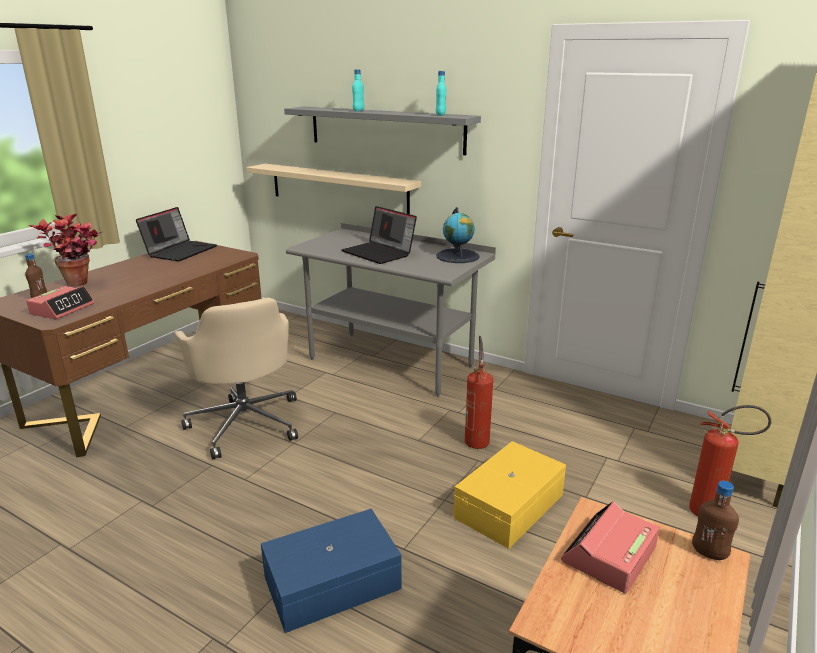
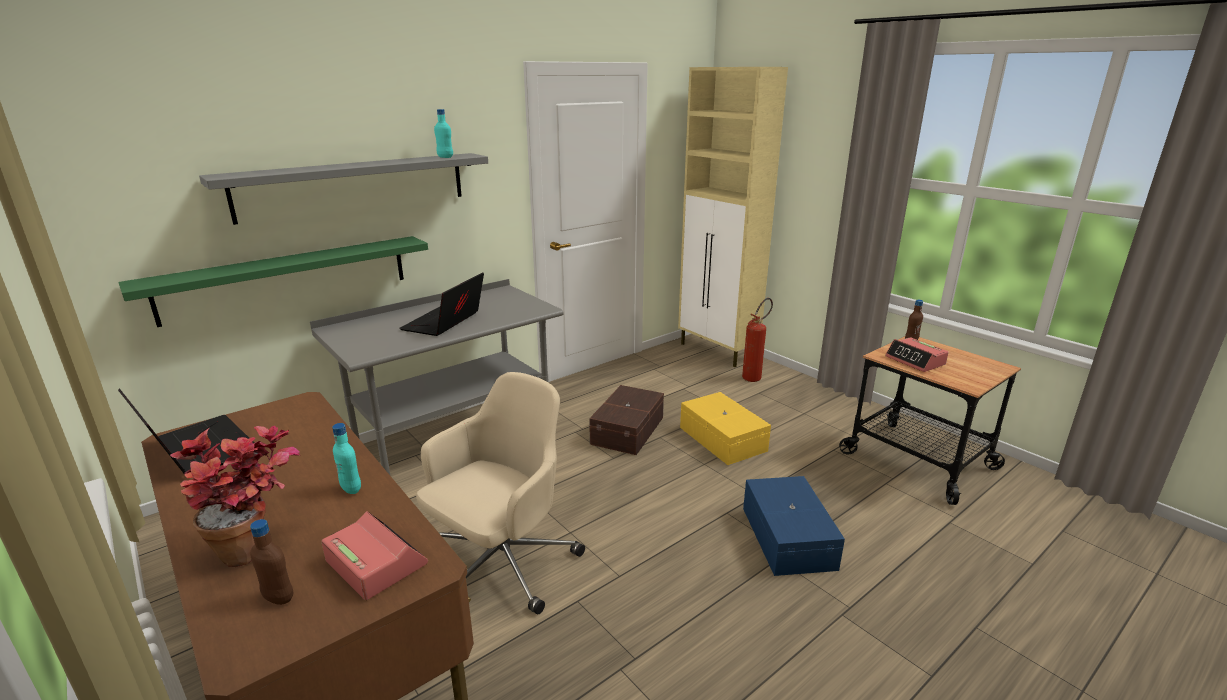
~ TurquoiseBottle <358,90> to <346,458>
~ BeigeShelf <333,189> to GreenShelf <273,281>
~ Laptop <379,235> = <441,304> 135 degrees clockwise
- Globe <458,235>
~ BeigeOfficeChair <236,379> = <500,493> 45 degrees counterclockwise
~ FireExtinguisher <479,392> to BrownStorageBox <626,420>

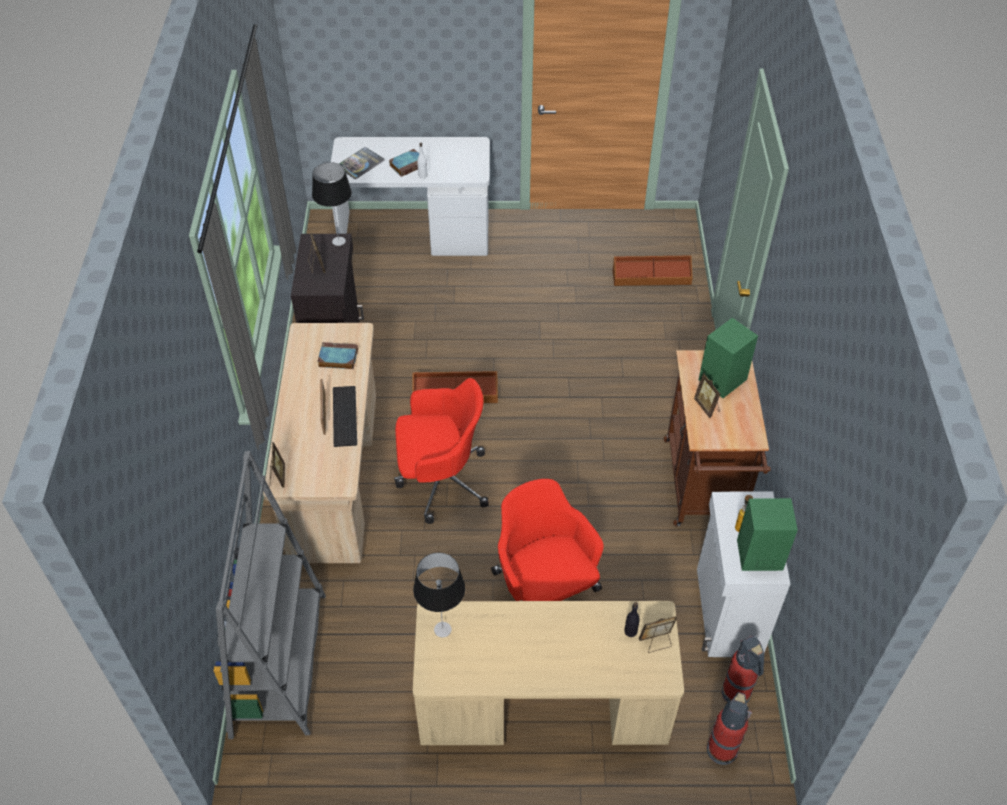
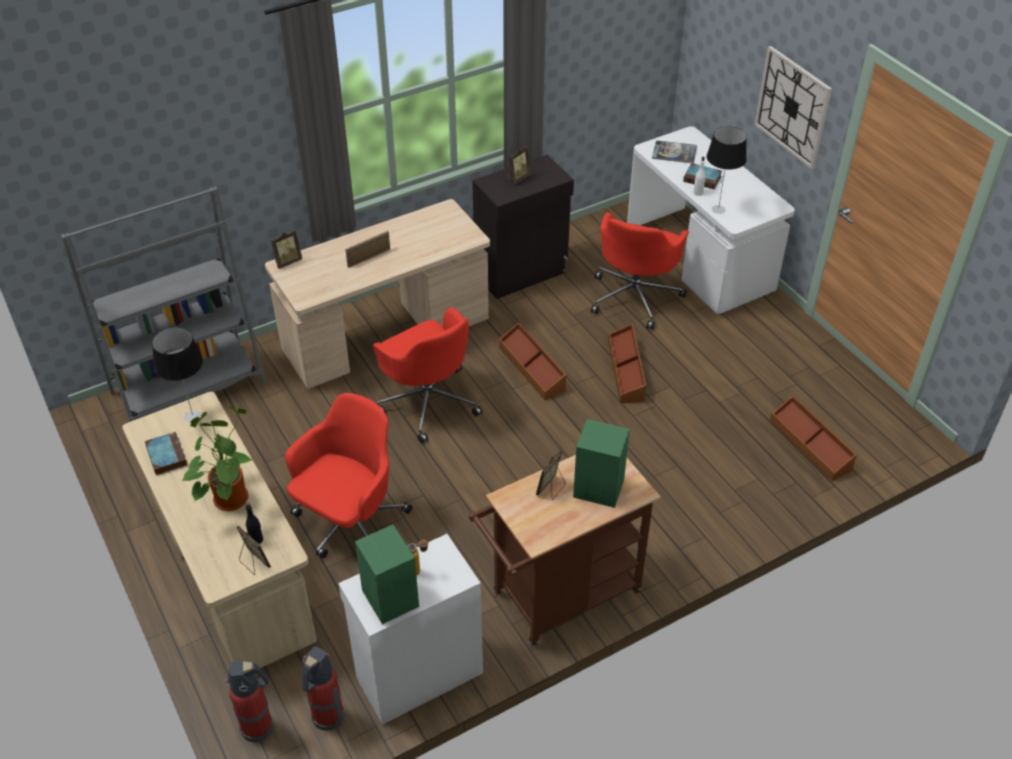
~ TableLamp <332,204> to <727,170>
~ Book <337,355> to <166,453>
- Keyboard <345,416>
+ WallClock <793,107>
+ RedOfficeChair <640,271>
+ BrownStorageBox <627,363>
+ PottedPlant <217,458>

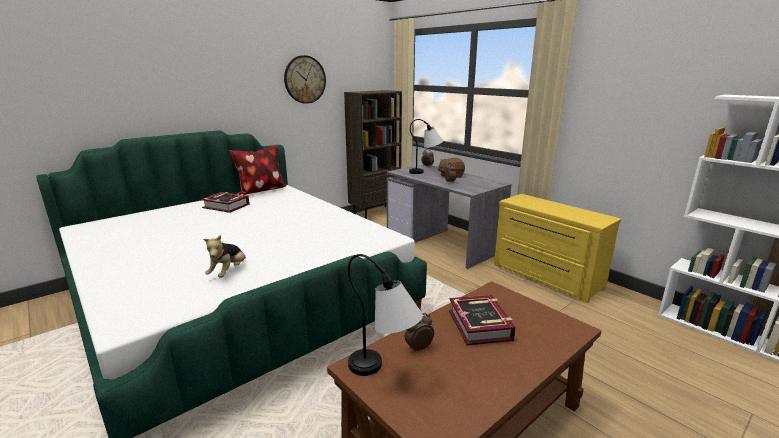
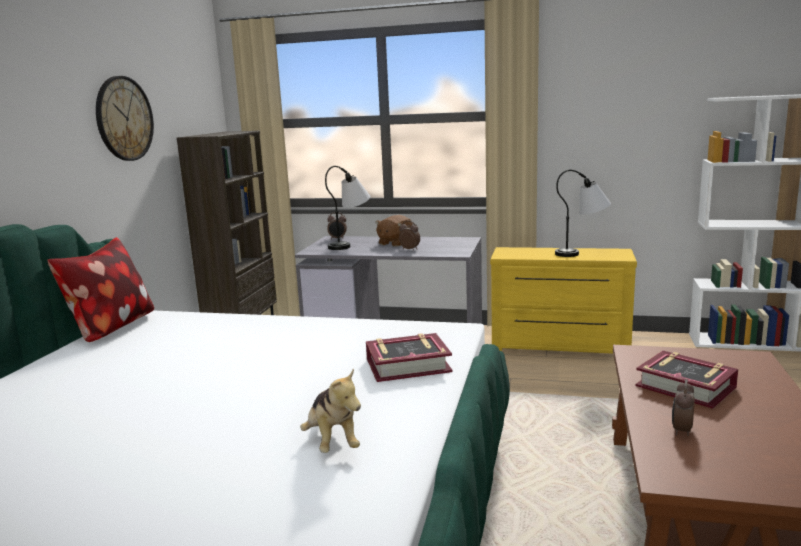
~ Book <225,202> to <409,357>
~ TableLamp <385,315> to <583,213>

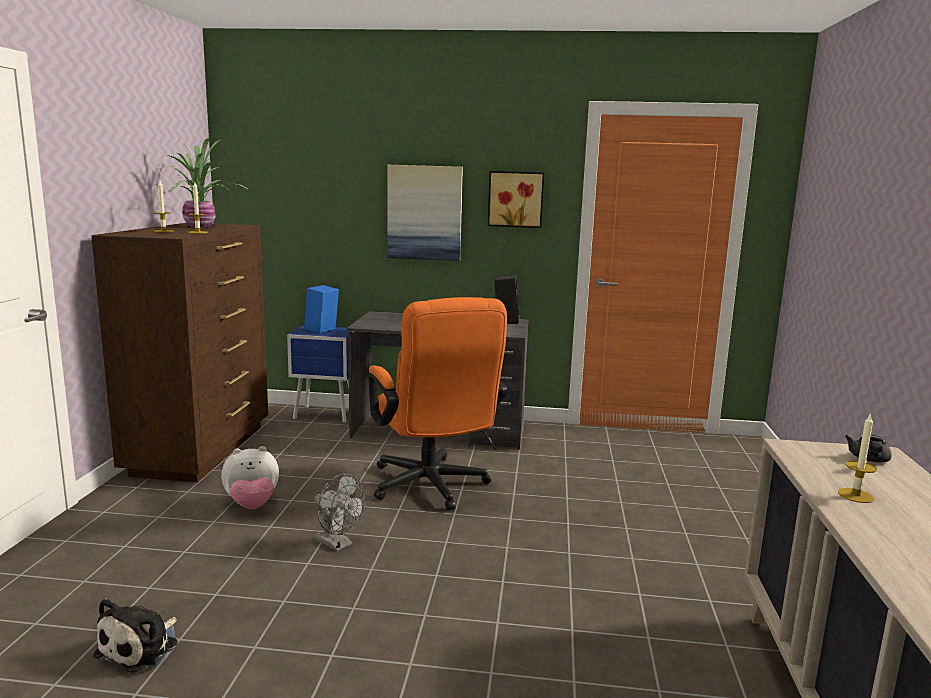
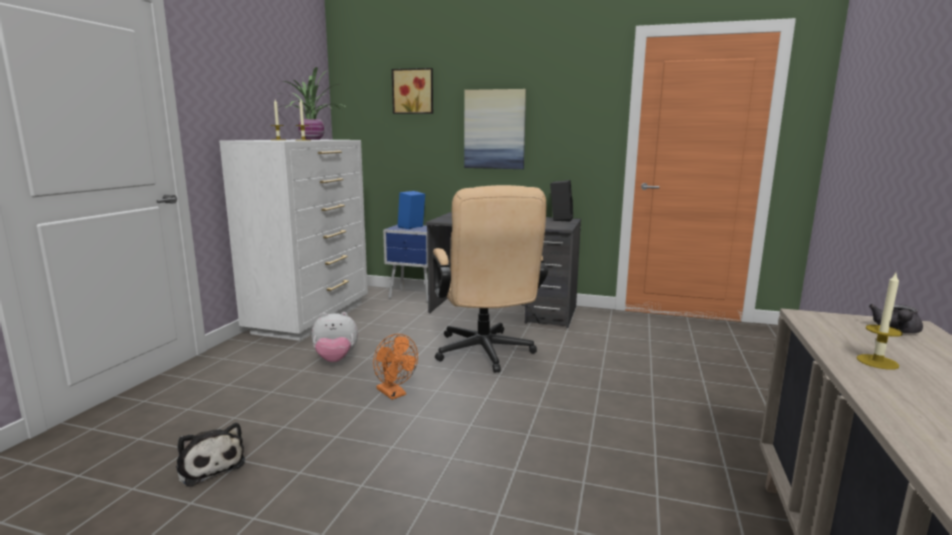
~ Picture <516,199> to <412,91>
~ BrownDresser <179,352> to WhiteDresser <293,240>
~ OrangeOfficeChair <437,404> to BeigeOfficeChair <490,279>
~ GreyFan <339,512> to OrangeFan <395,367>
~ PlushToy <135,635> = <210,455> 75 degrees counterclockwise

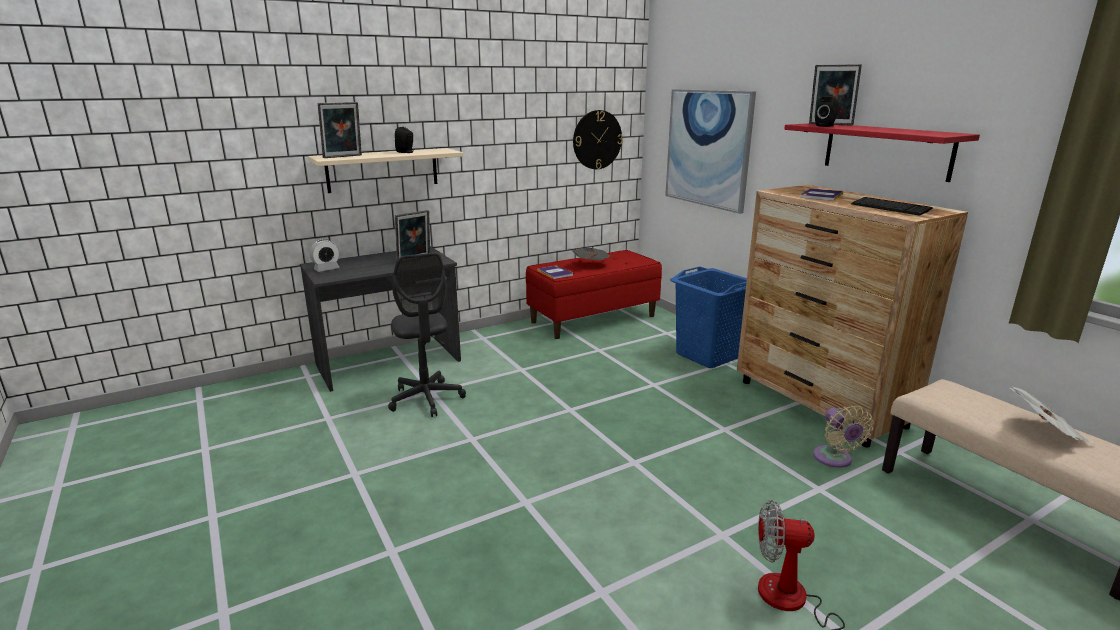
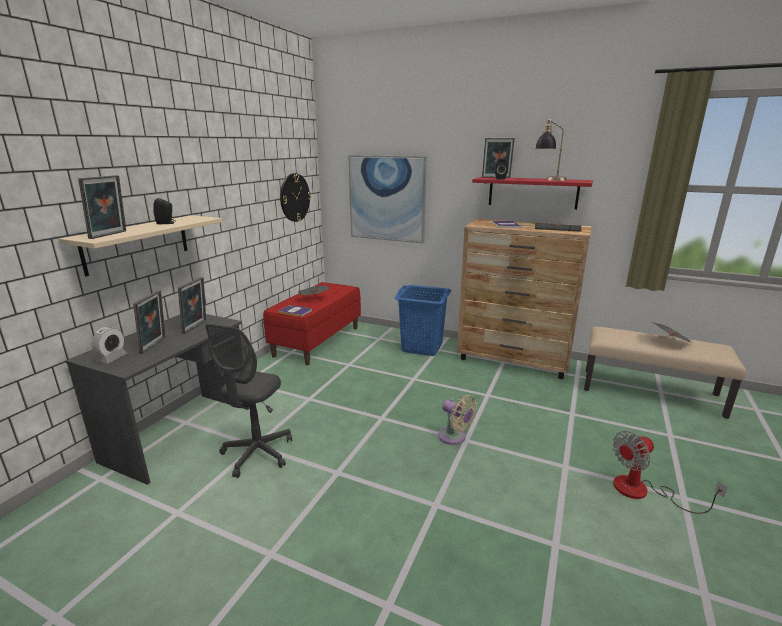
~ GreyOfficeChair <427,335> = <248,401> 75 degrees clockwise
~ BeigeFan <843,436> to <457,420>
+ TableLamp <551,149>
+ PictureFrame <149,322>

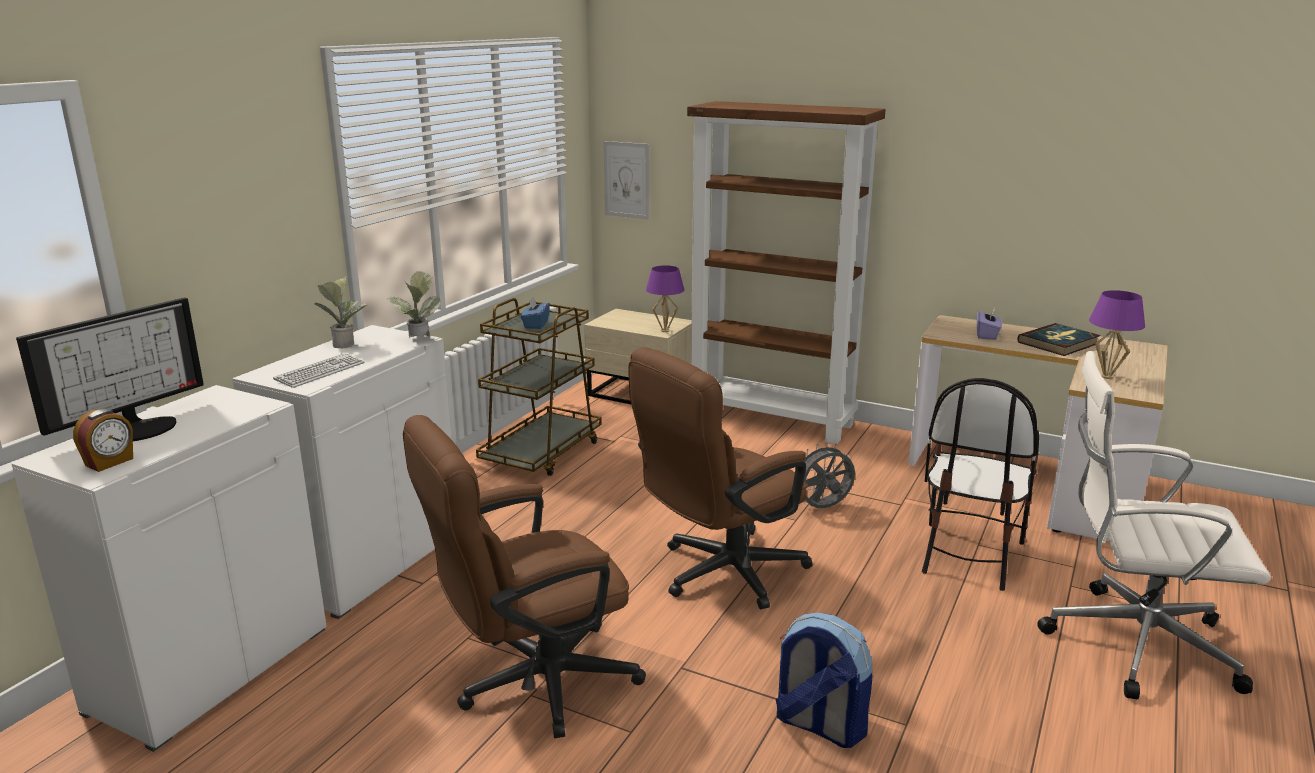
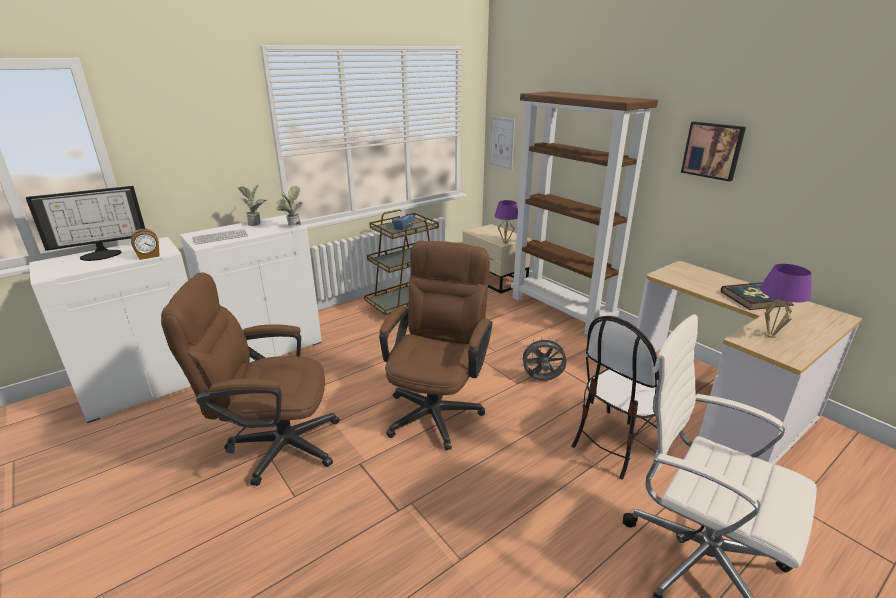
- PurpleTissueBox <989,324>
~ BrownOfficeChair <720,478> = <436,345> 120 degrees clockwise
~ AlarmClock <103,440> to <145,244>
- Backpack <824,680>
+ Picture <713,151>

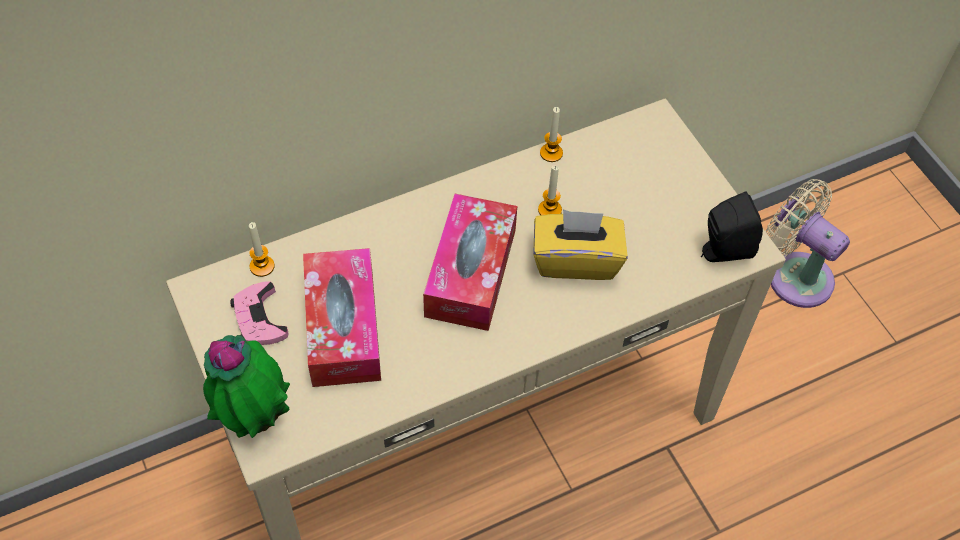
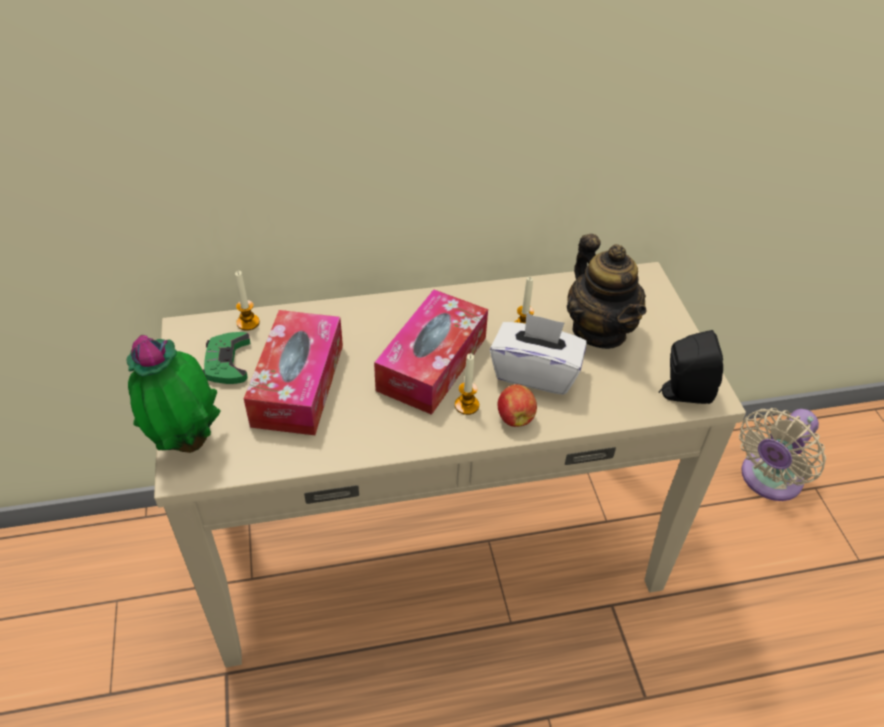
~ Candle <551,134> to <467,384>
~ BeigeFan <807,243> = <782,454> 105 degrees counterclockwise
~ YellowTissueBox <580,244> to WhiteTissueBox <538,354>
~ PinkGameController <259,313> to GreenGameController <227,358>
+ Teapot <606,291>
+ Apple <517,405>

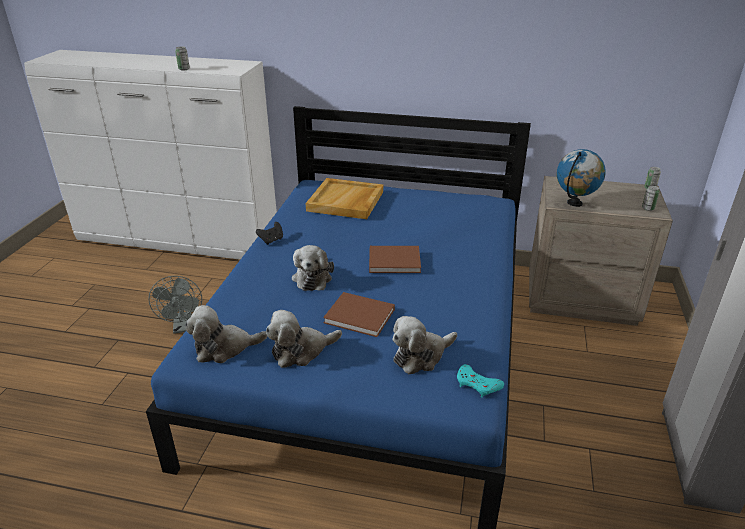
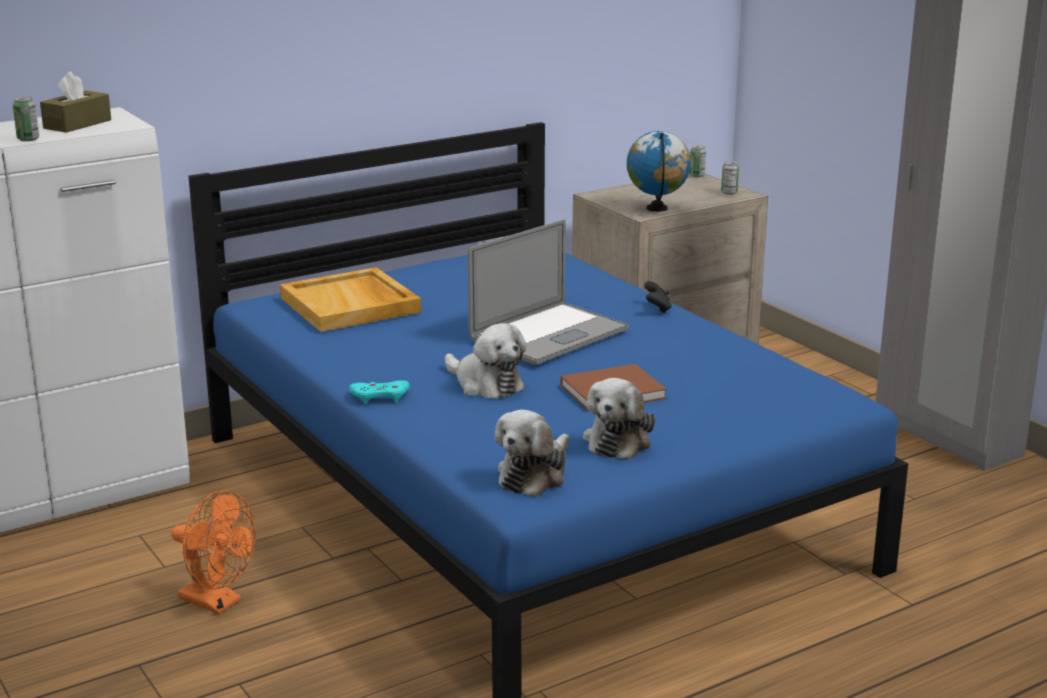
~ BlackGameController <269,233> to <658,297>
~ BrownBook <395,259> to Laptop <548,292>
~ GreyFan <175,305> to OrangeFan <213,552>
- PlushToy <425,345>
~ TurquoiseGameController <480,380> to <379,392>
+ BrownTissueBox <75,102>

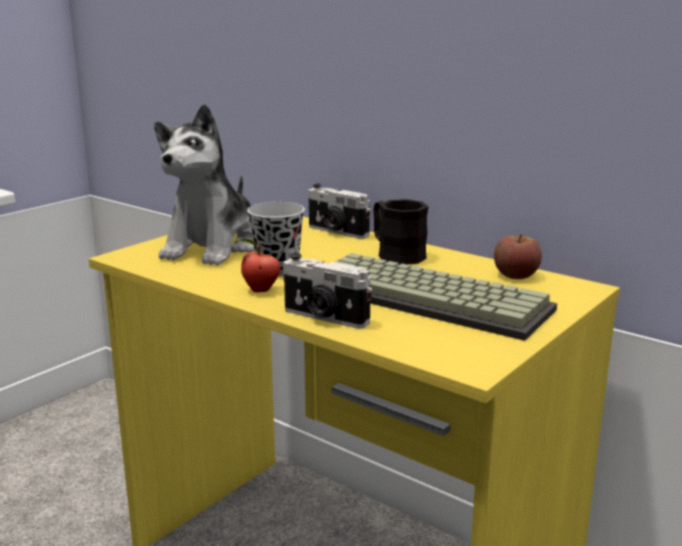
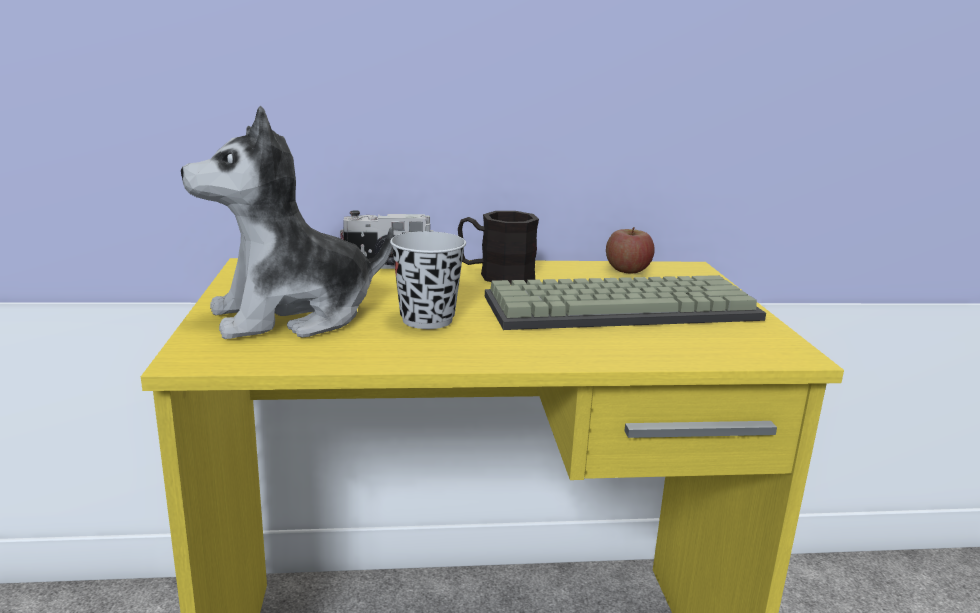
~ PlushToy <204,185> = <287,222> 90 degrees clockwise
- Apple <257,265>
- PhotoCamera <327,291>

